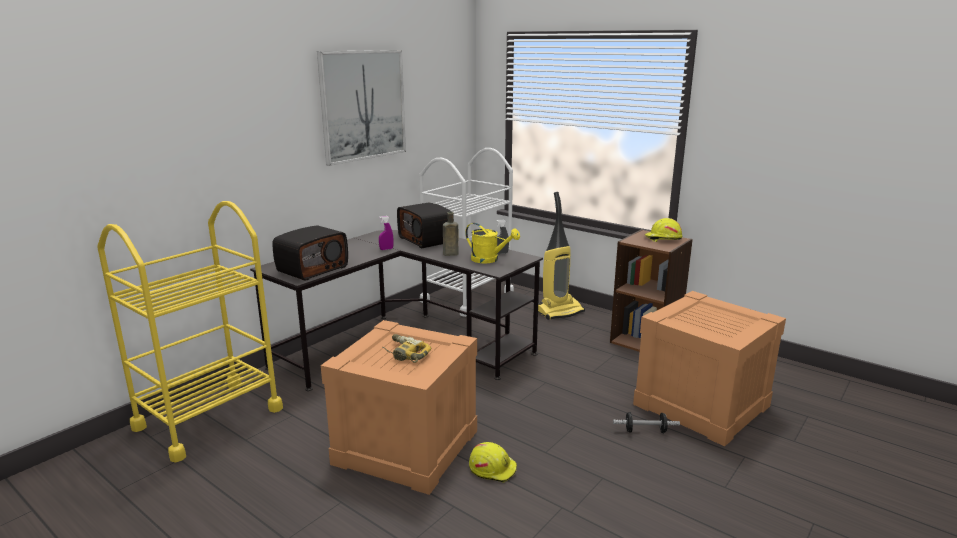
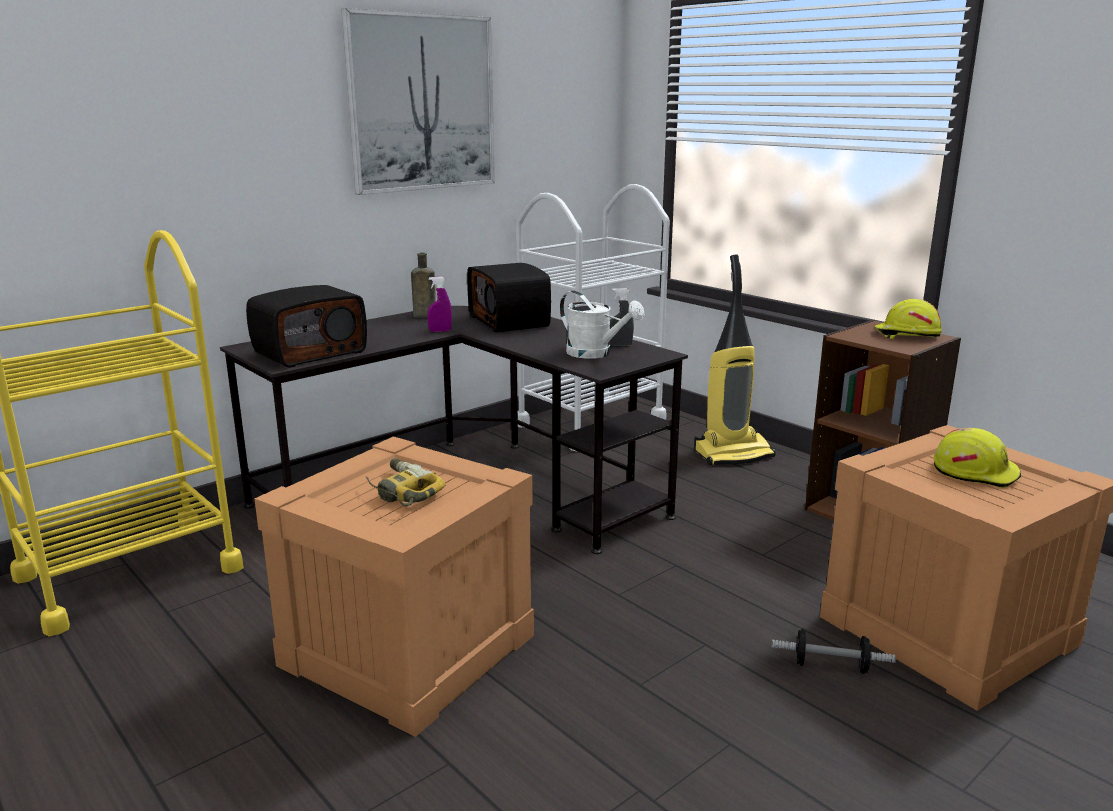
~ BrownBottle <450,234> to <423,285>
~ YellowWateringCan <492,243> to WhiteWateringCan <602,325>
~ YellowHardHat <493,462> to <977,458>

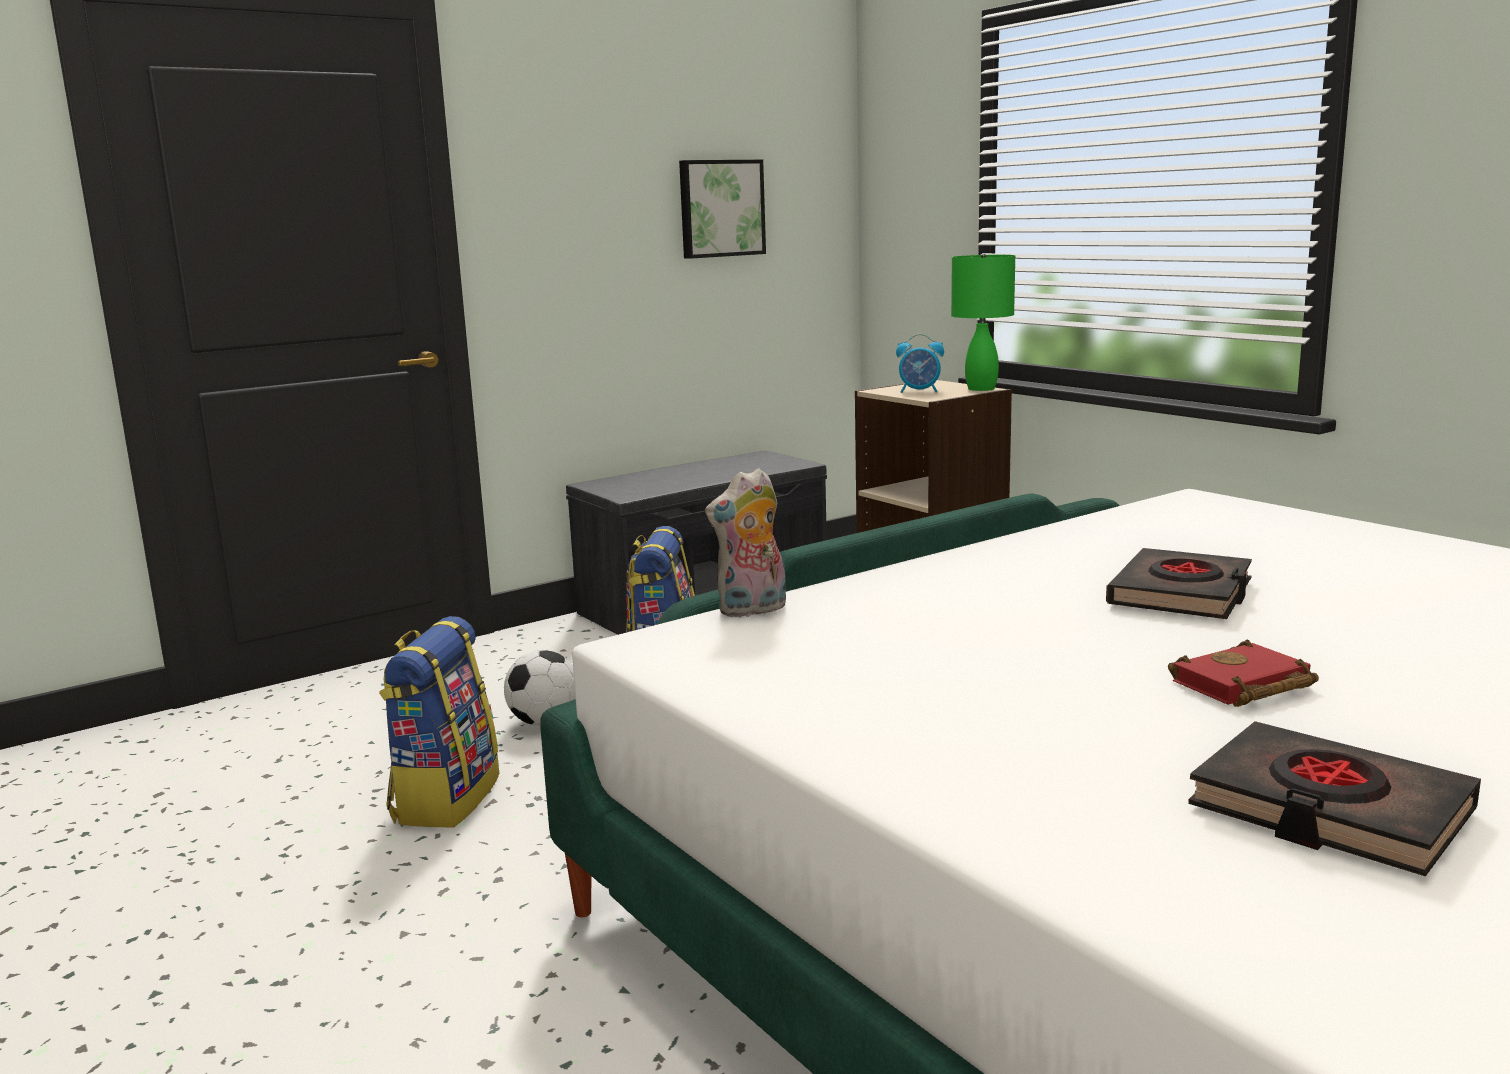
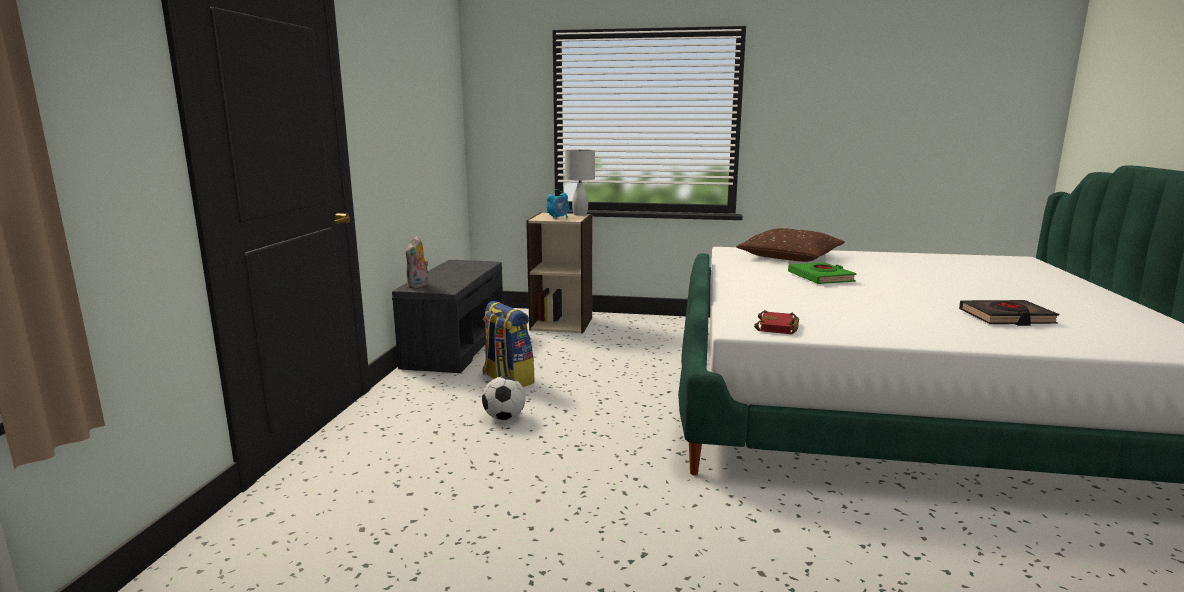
- Picture <722,209>
~ GreenTableLamp <983,322> to WhiteTableLamp <580,182>
~ PlushToy <745,542> to <417,262>
~ BlackBook <1179,583> to GreenBook <822,273>
- Backpack <439,721>
~ RedBook <1243,673> to <776,322>
+ BrownPillow <790,245>

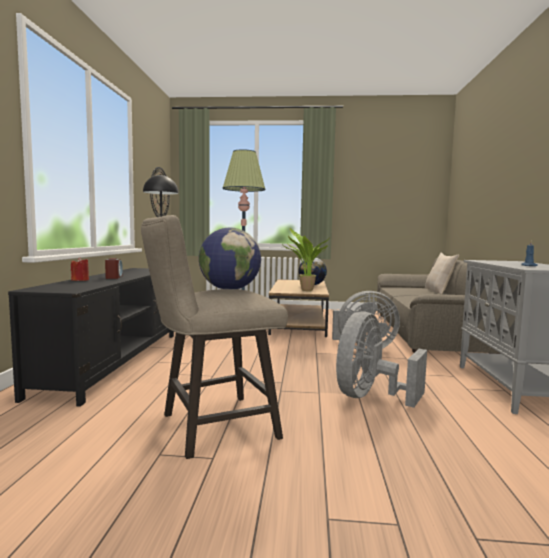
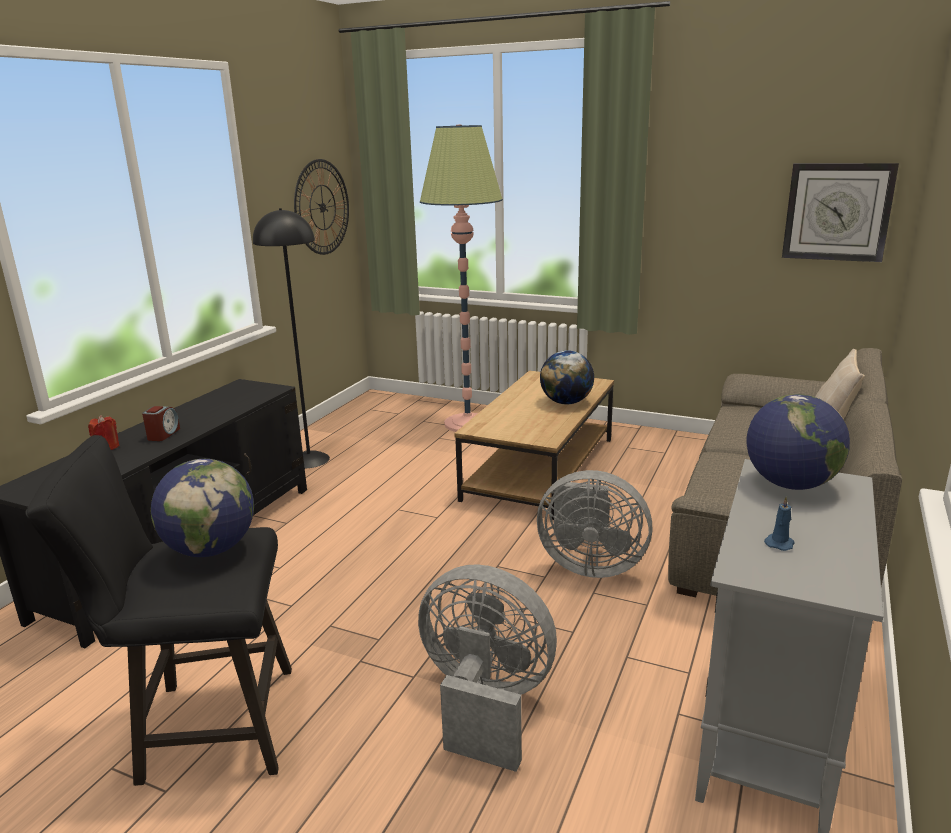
~ BeigeStool <214,337> to BlackStool <158,610>
- PottedPlant <306,259>
~ GreyFan <381,360> = <487,668> 60 degrees clockwise
+ WallClock <840,212>
+ Globe <798,442>

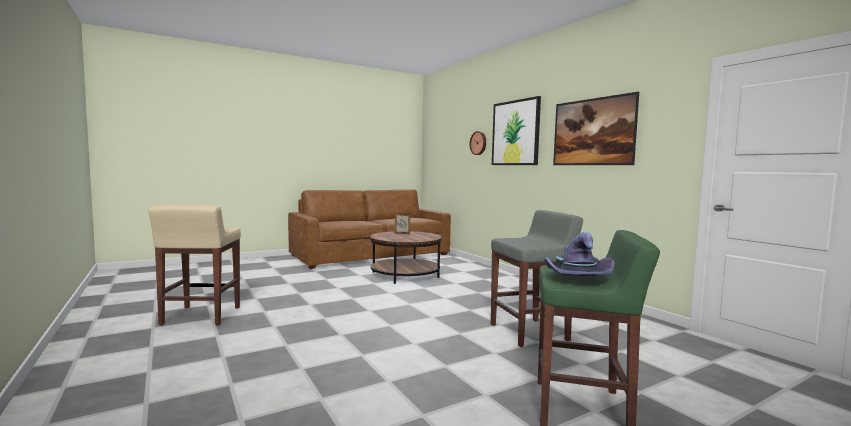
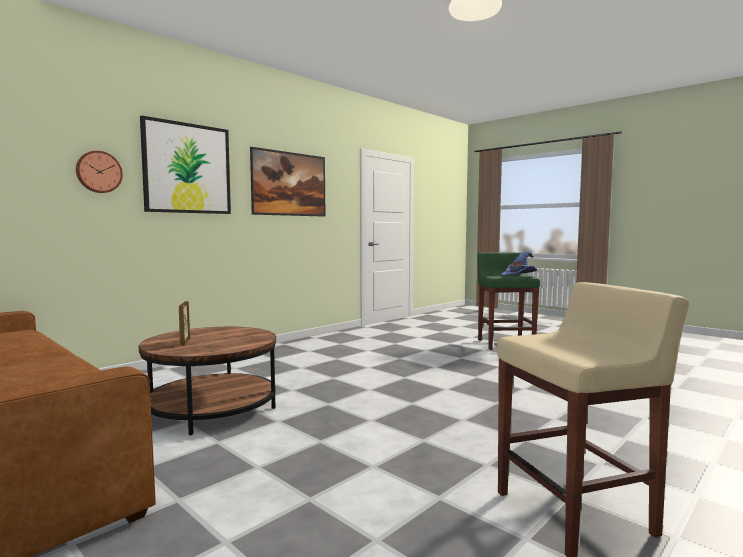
- GreyStool <537,278>

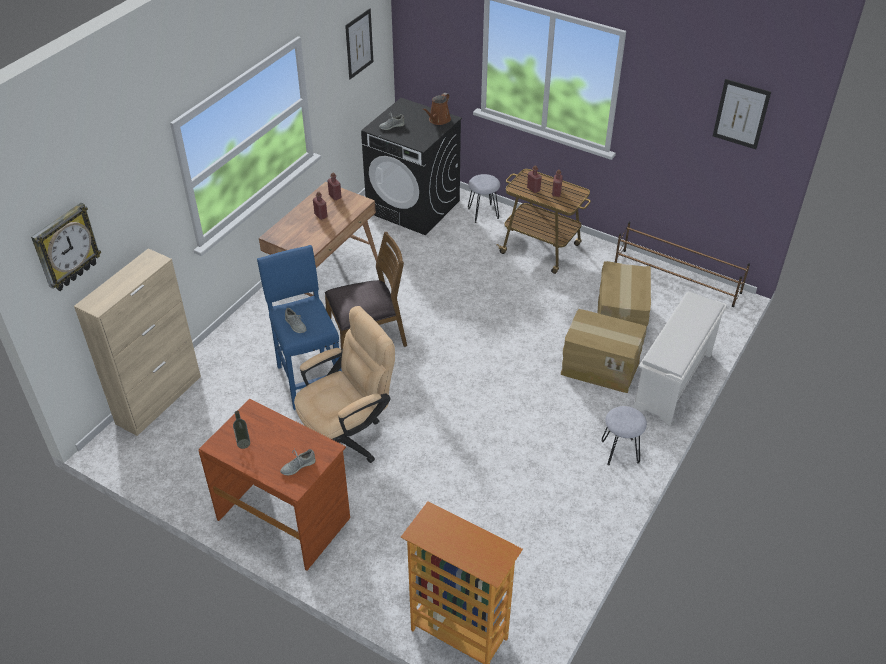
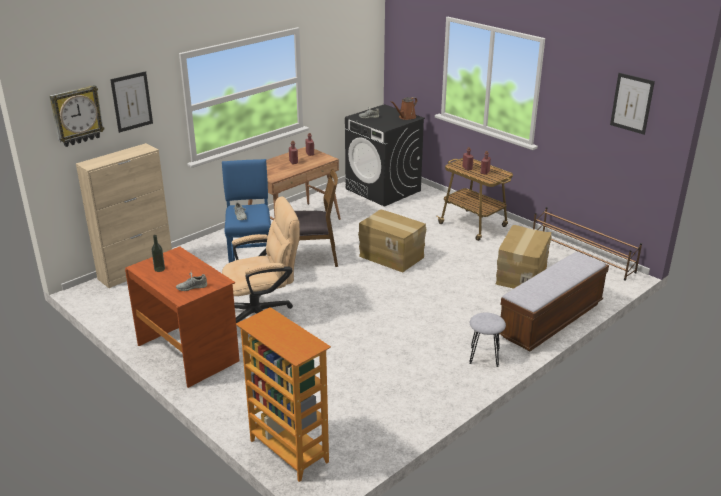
~ Picture <359,44> to <131,102>
- GreyStool <484,198>
~ WhiteShoeRack <680,358> to Bench <554,301>
~ CardboardBox <603,351> to <392,241>

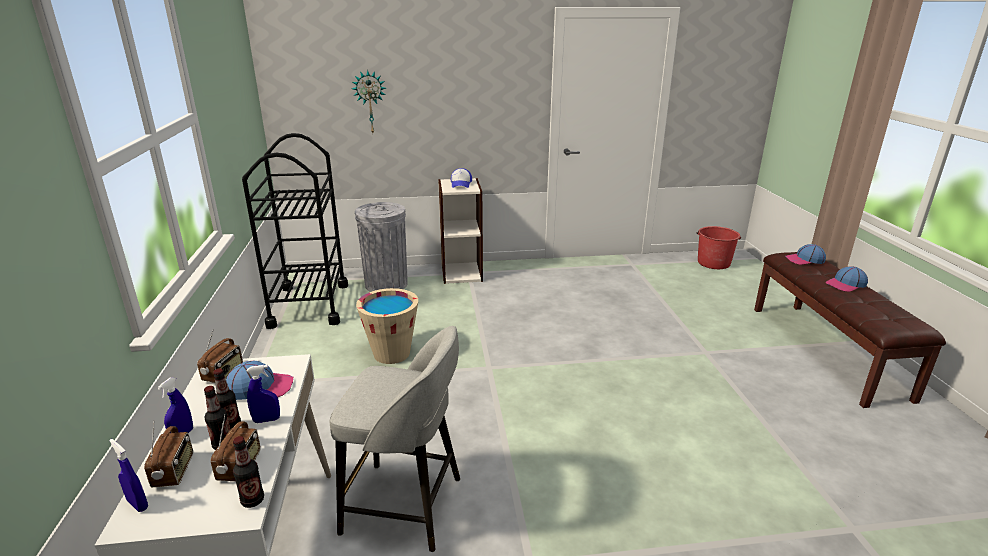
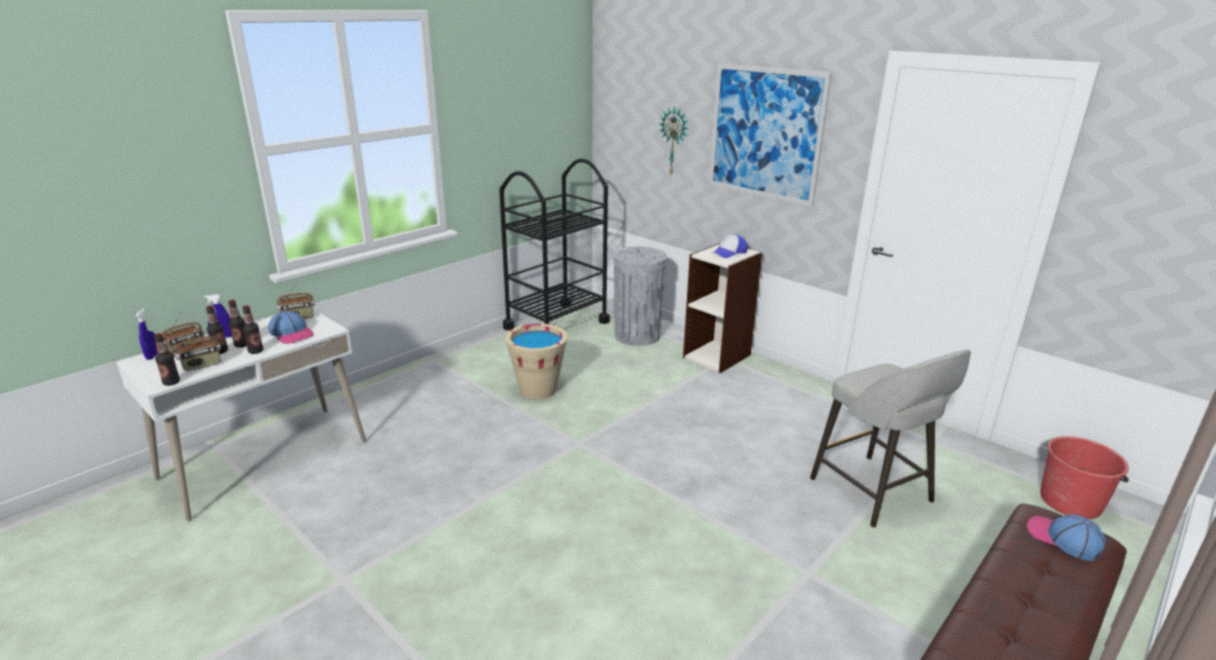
- Cap <847,279>
~ GreyStool <395,439> to <890,438>
~ BlueSprayBottle <263,394> to Bottle <253,330>
+ Picture <770,134>

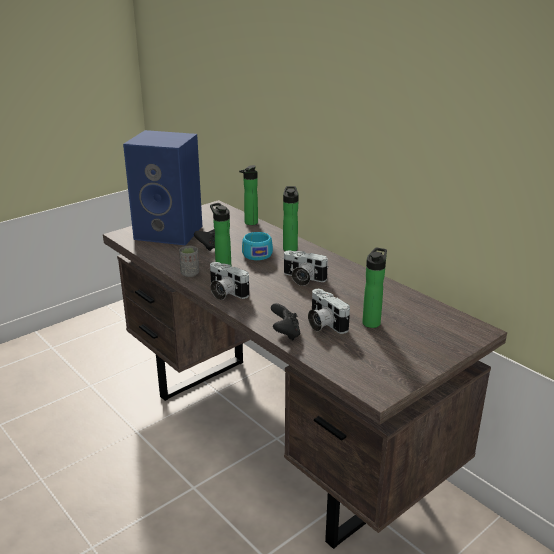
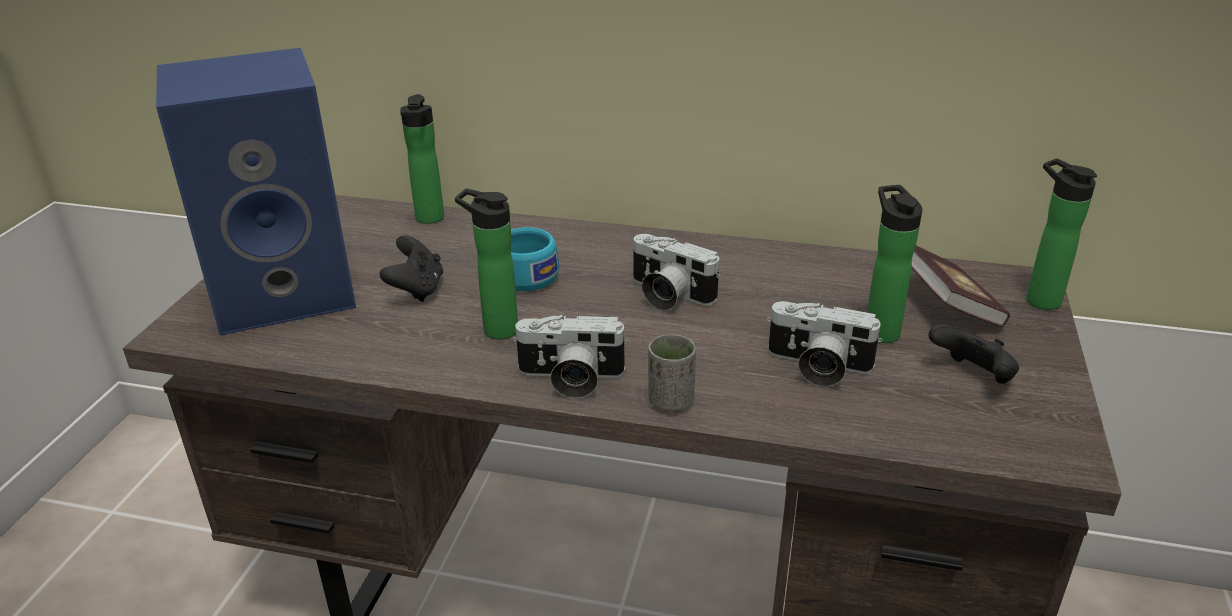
~ Bottle <291,218> to <1061,234>
~ GreyCup <189,261> to <672,373>
~ PhotoCamera <306,268> = <676,272> 45 degrees clockwise
~ BlackGameController <285,321> to <973,354>
+ Book <960,286>

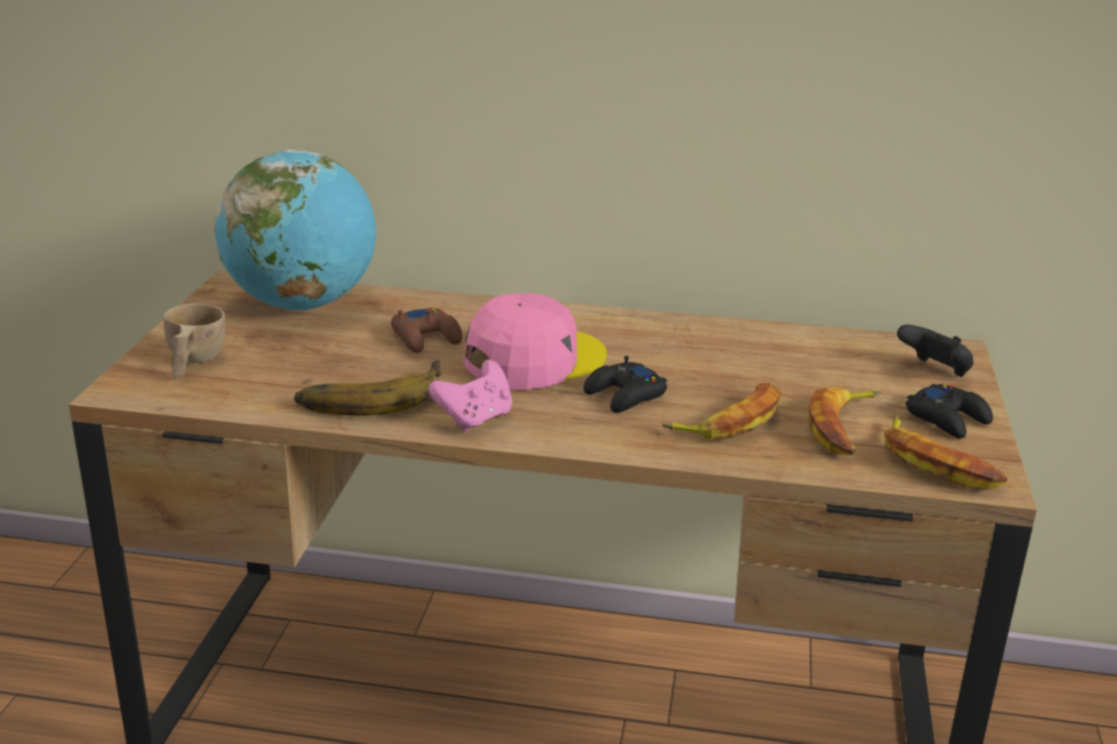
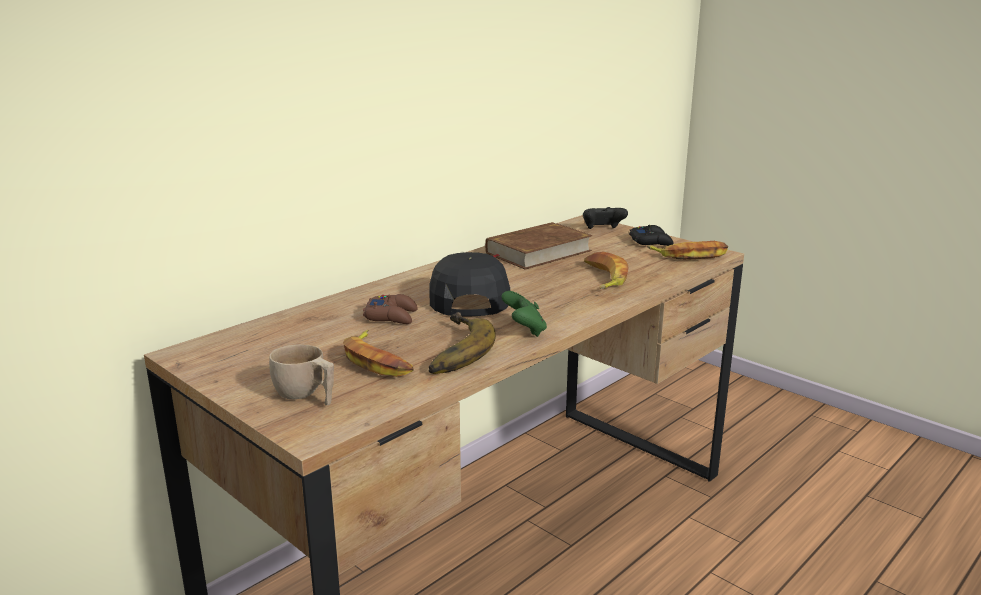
- Globe <295,230>
~ PinkCap <535,341> to BlackCap <469,284>
- BlackGameController <625,384>
~ PinkGameController <470,396> to GreenGameController <524,314>
~ Banana <845,421> to <378,353>
+ BrownBook <539,246>

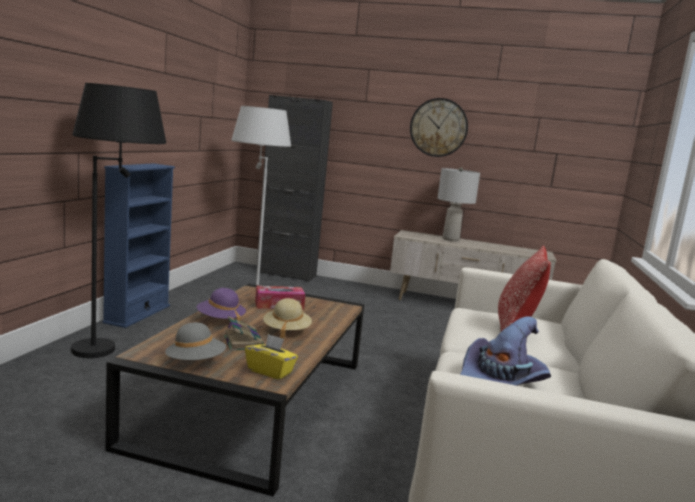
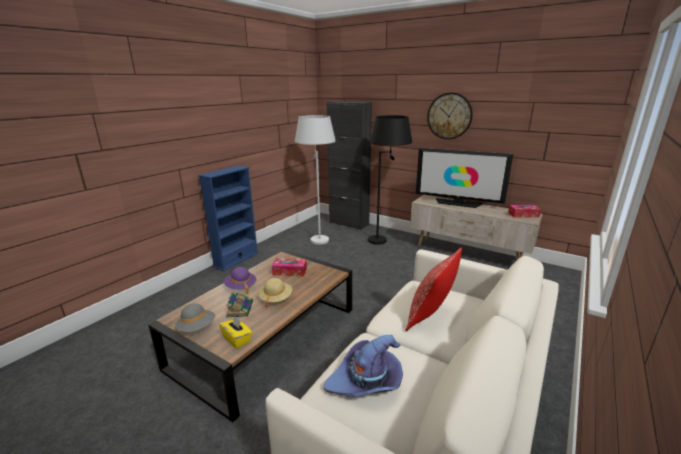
~ BlackFloorLamp <118,220> to <390,180>
~ GreyTableLamp <458,204> to Television <464,178>
+ TissueBox <524,211>

